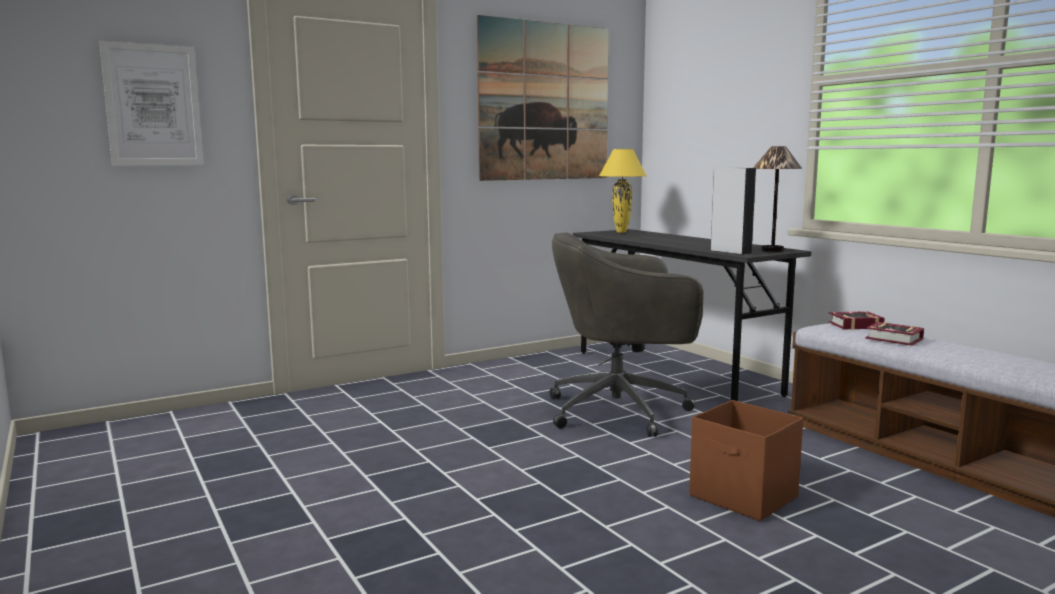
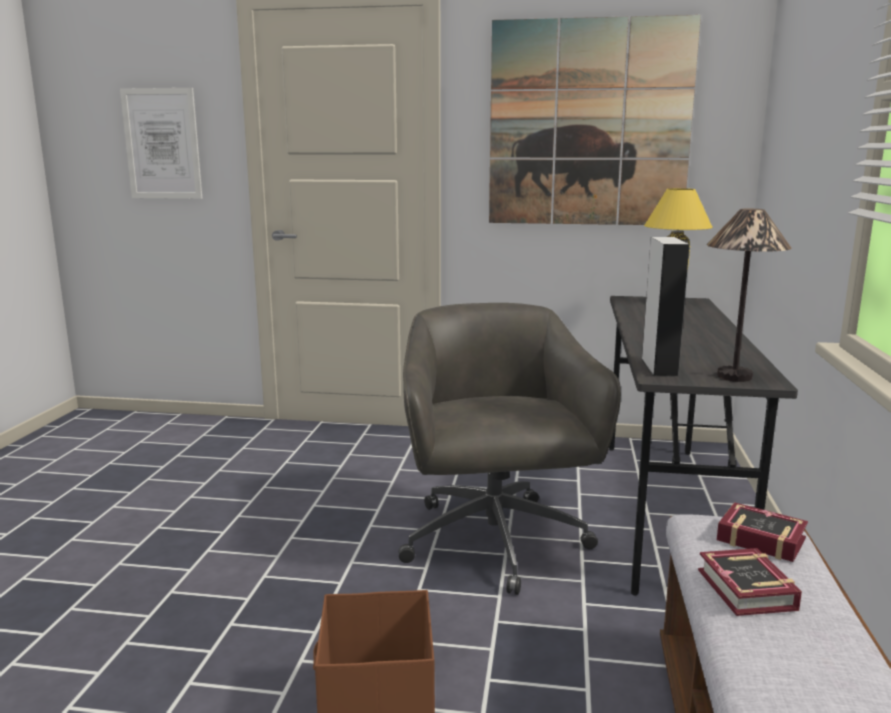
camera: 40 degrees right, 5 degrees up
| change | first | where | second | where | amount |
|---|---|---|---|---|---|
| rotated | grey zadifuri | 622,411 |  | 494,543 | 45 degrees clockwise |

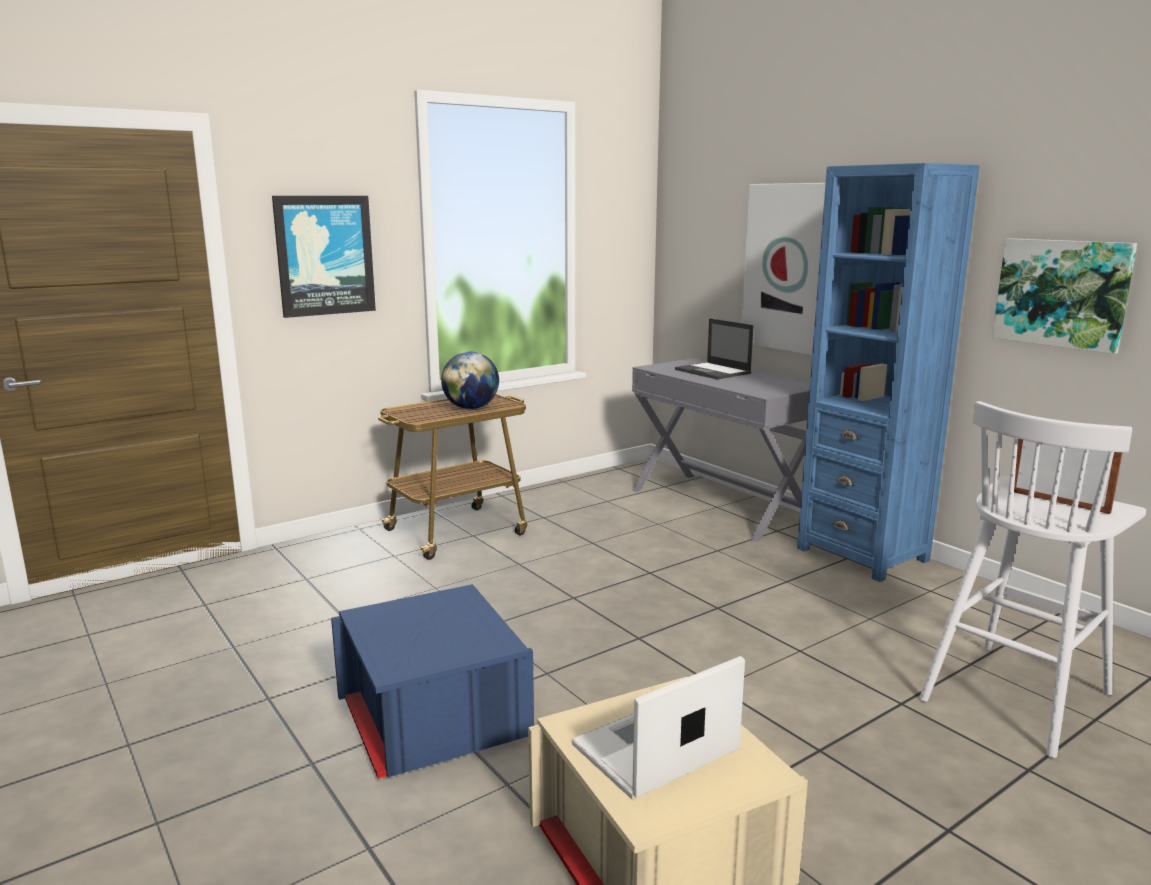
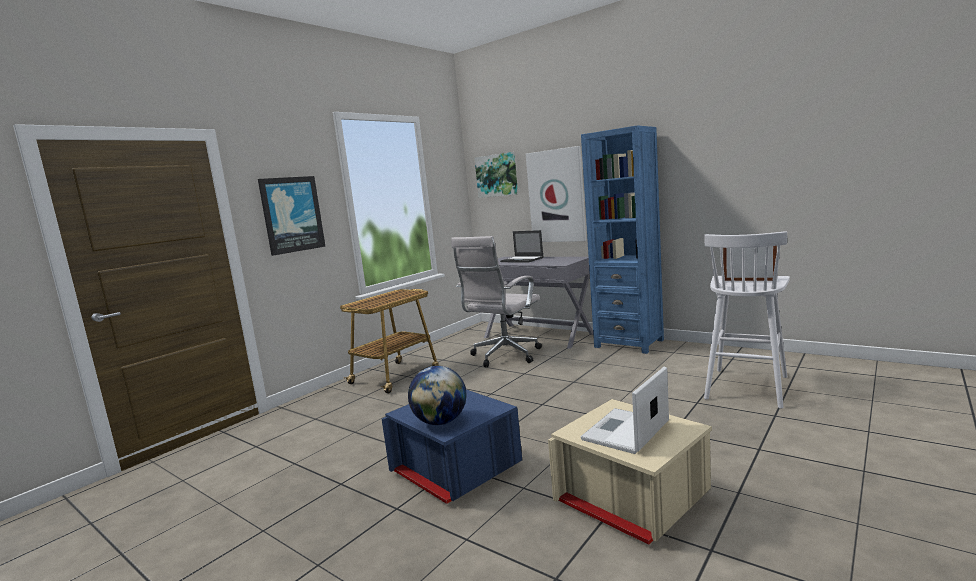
camera: 15 degrees left, 5 degrees down
| change | first | where | second | where | amount |
|---|---|---|---|---|---|
| shifted | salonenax | 471,408 |  | 440,422 |  |
| shifted | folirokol | 1062,293 |  | 497,175 |  |
| new |  |  | white zadifuri | 504,356 |  |

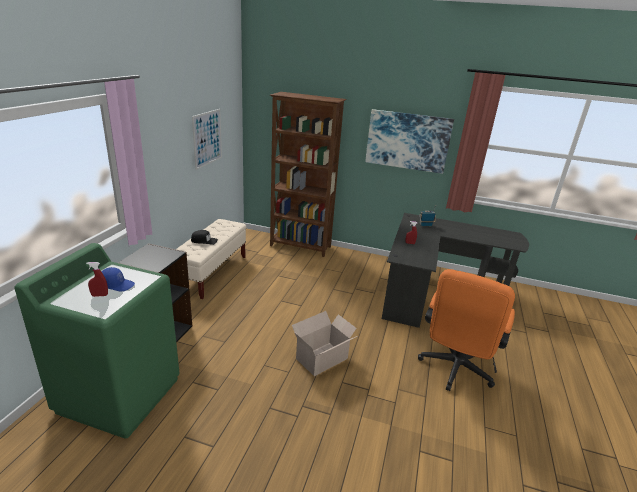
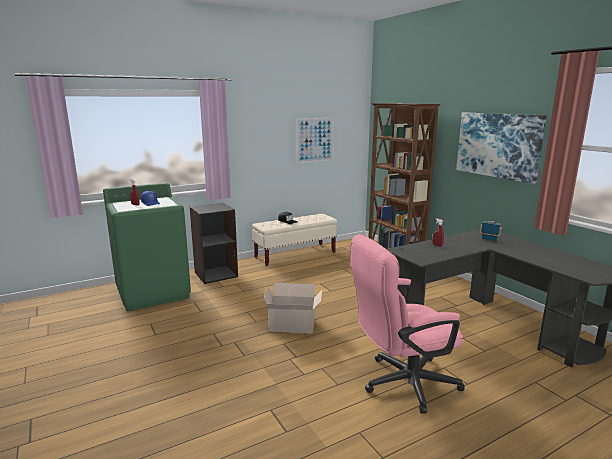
camera: 45 degrees right, 10 degrees down
| change | first | where | second | where | amount |
|---|---|---|---|---|---|
| repainted | orange zadifuri | 454,370 | pink zadifuri | 401,383 |  |

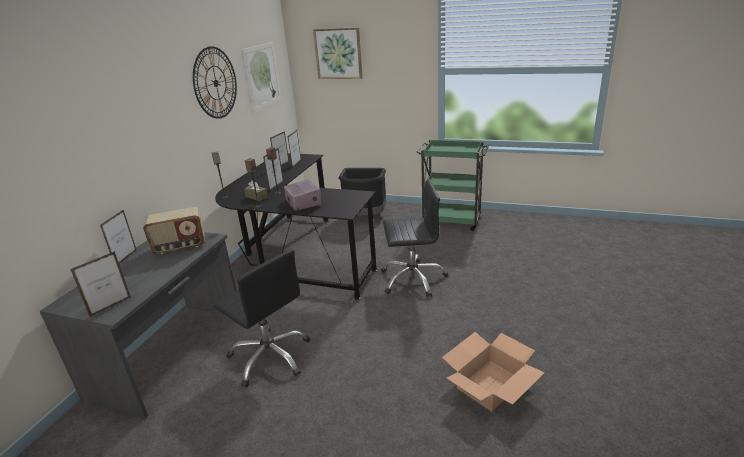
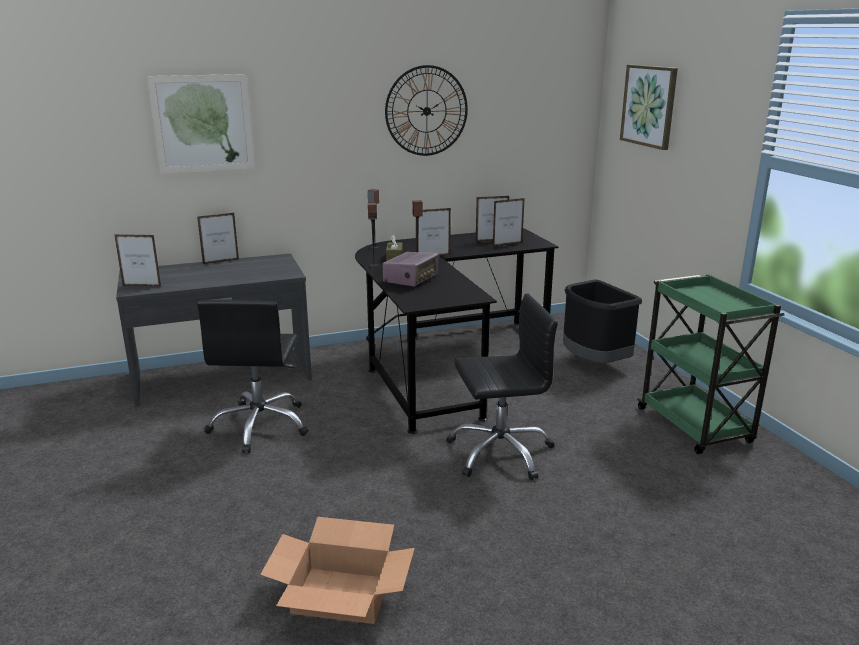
camera: 50 degrees right, 5 degrees down
| change | first | where | second | where | amount |
|---|---|---|---|---|---|
| gone | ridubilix | 180,247 |  |  |  |
| shifted | folirokol | 262,76 |  | 203,124 |  |
| rotated | black zadifuri | 412,279 |  | 500,452 | 60 degrees counterclockwise |

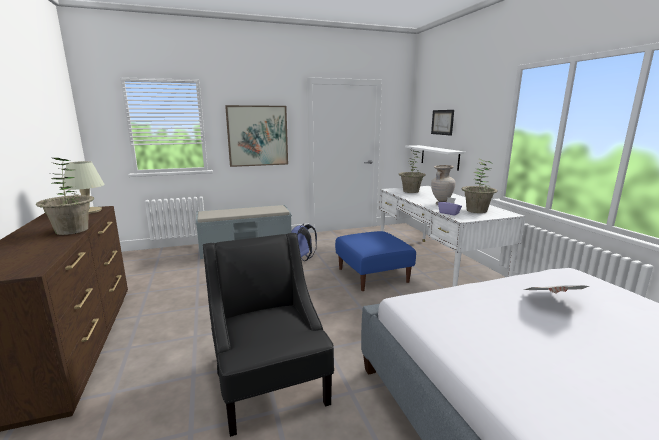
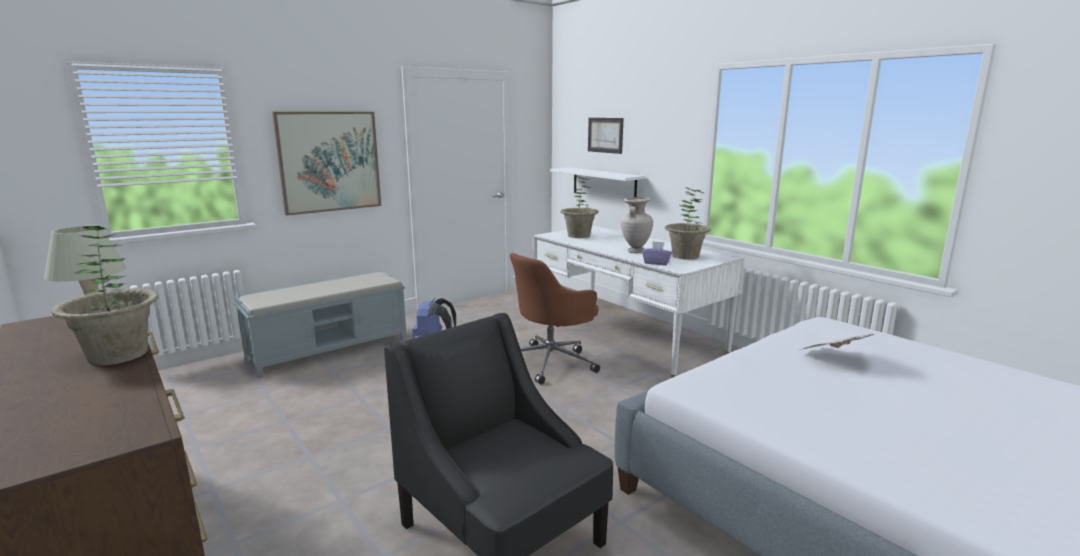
camera: 20 degrees left, 0 degrees up
| change | first | where | second | where | amount |
|---|---|---|---|---|---|
| swapped | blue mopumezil | 372,275 | brown zadifuri | 551,362 |  |

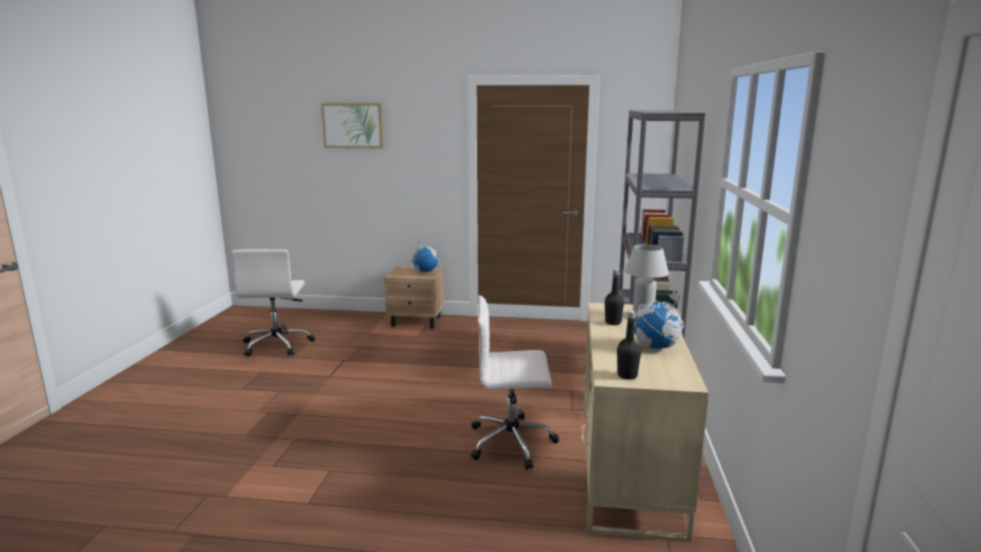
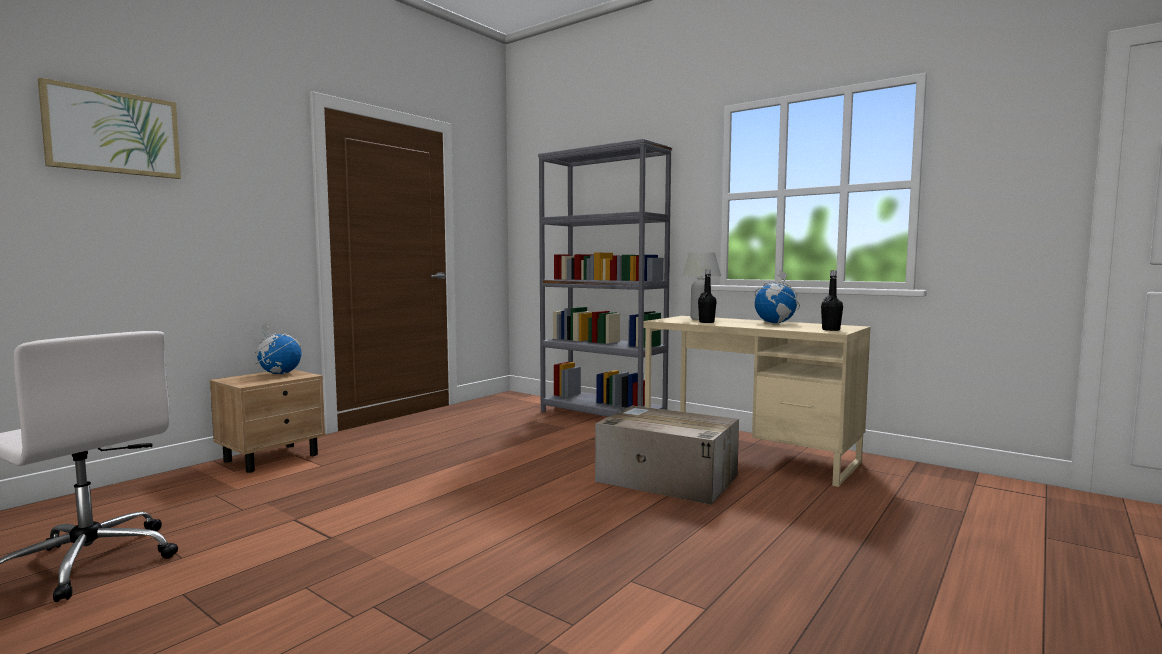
camera: 60 degrees left, 10 degrees down
| change | first | where | second | where | amount |
|---|---|---|---|---|---|
| swapped | white zadifuri | 512,442 | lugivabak | 665,478 |  |

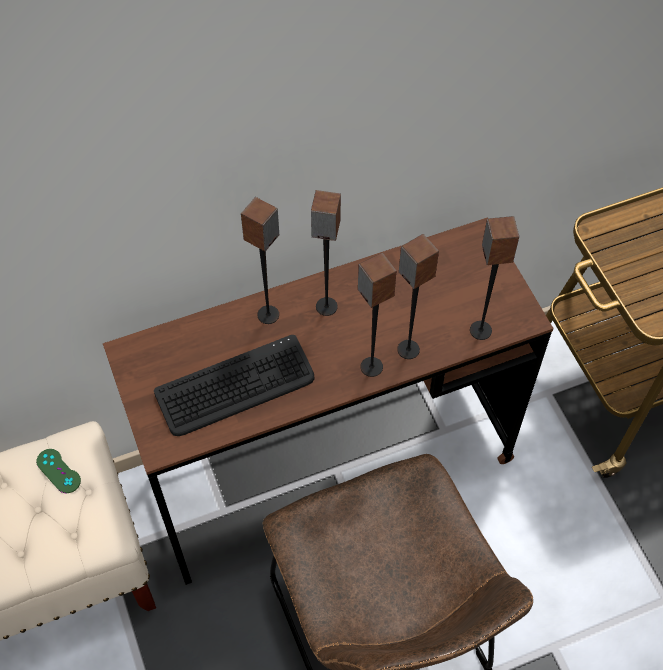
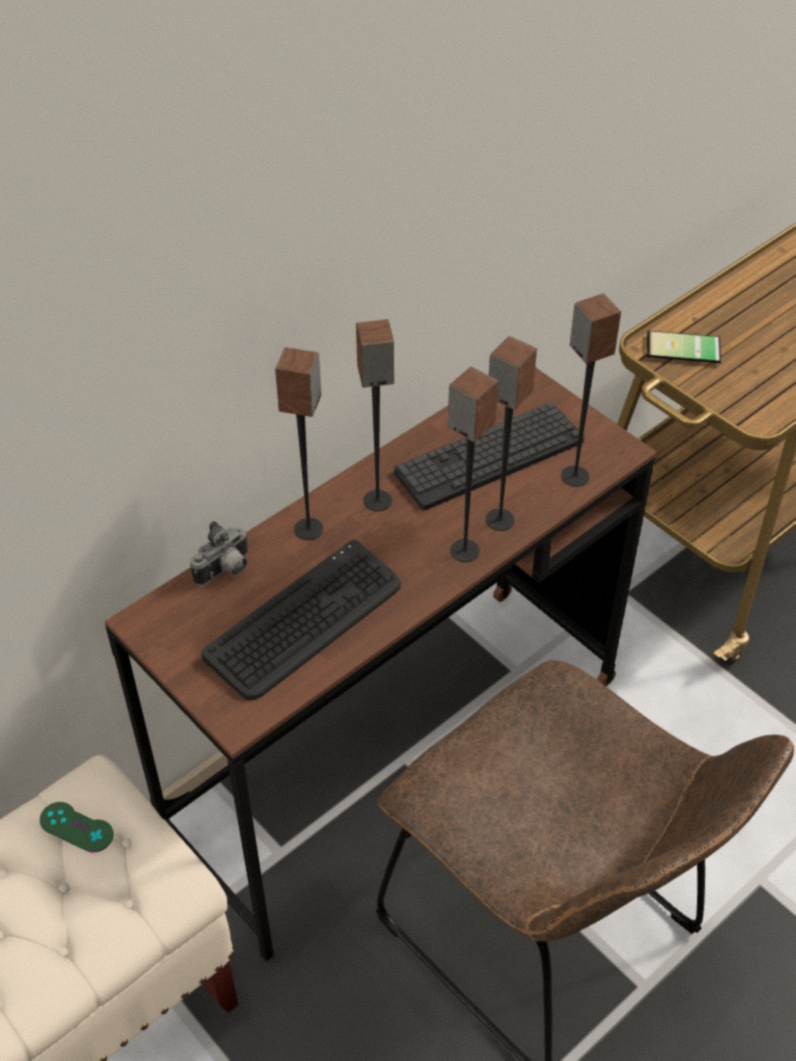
camera: 20 degrees left, 10 degrees down
| change | first | where | second | where | amount |
|---|---|---|---|---|---|
| new |  |  | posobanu | 225,571 |  |
| new |  |  | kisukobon | 489,457 |  |
| new |  |  | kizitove | 683,350 |  |

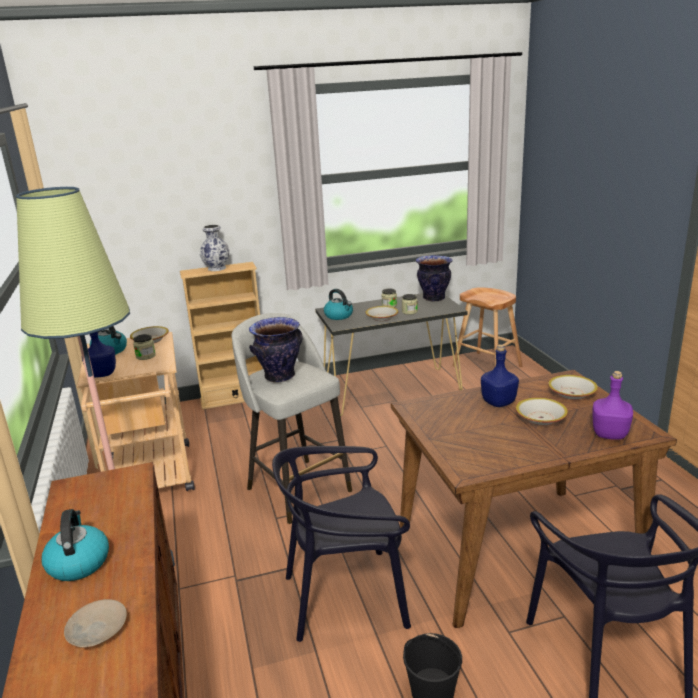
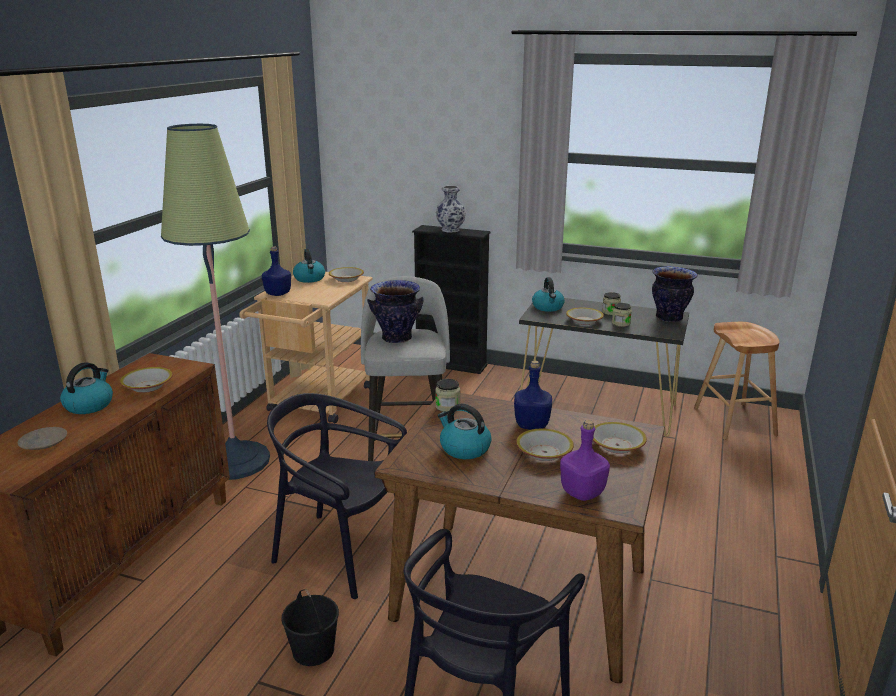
camera: 35 degrees right, 0 degrees up
| change | first | where | second | where | amount |
|---|---|---|---|---|---|
| shifted | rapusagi | 146,356 |  | 447,406 |  |
| repainted | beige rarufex | 235,398 | black rarufex | 451,364 |  |
| new |  |  | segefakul | 148,386 |  |
| new |  |  | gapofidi | 464,448 |  |

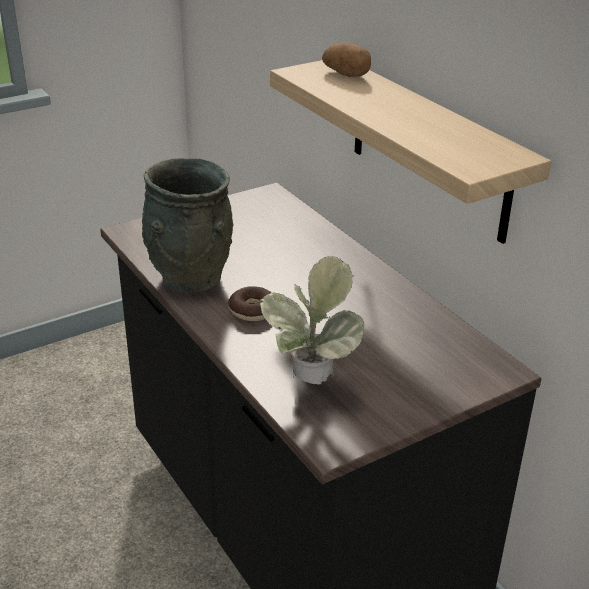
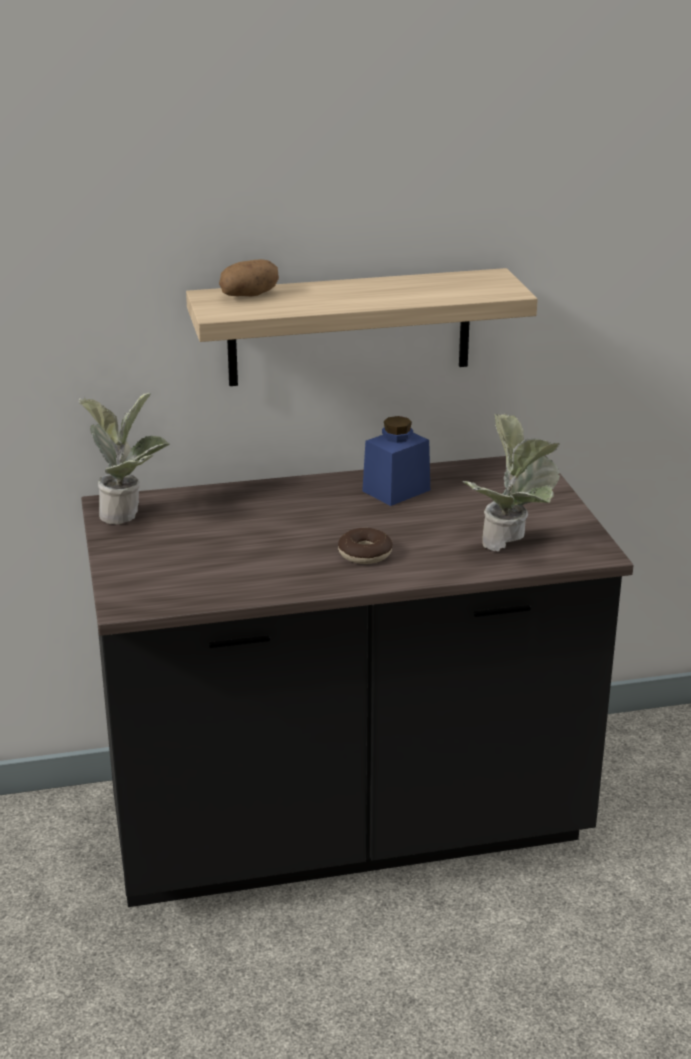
camera: 70 degrees left, 5 degrees down
| change | first | where | second | where | amount |
|---|---|---|---|---|---|
| gone | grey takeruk | 189,278 |  |  |  |
| new |  |  | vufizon | 128,513 |  |
| new |  |  | blue rapusagi | 396,490 |  |

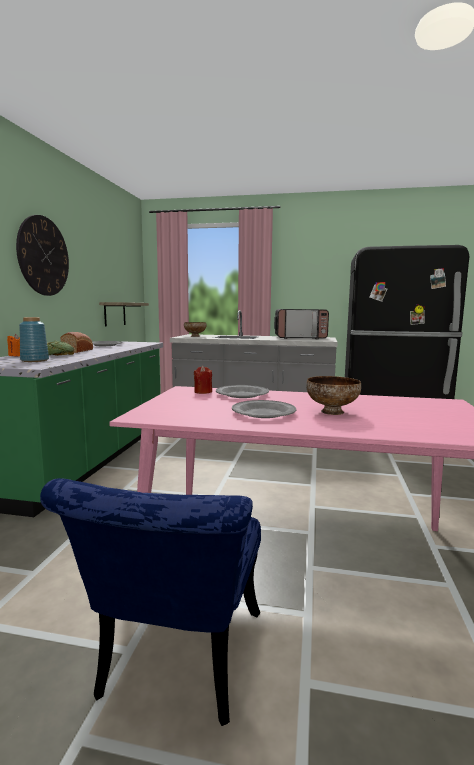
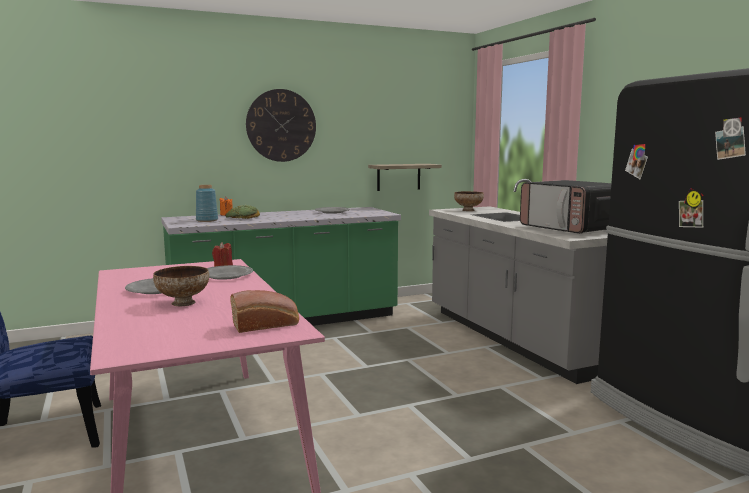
camera: 55 degrees right, 0 degrees up
| change | first | where | second | where | amount |
|---|---|---|---|---|---|
| shifted | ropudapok | 79,350 |  | 266,325 |  |

